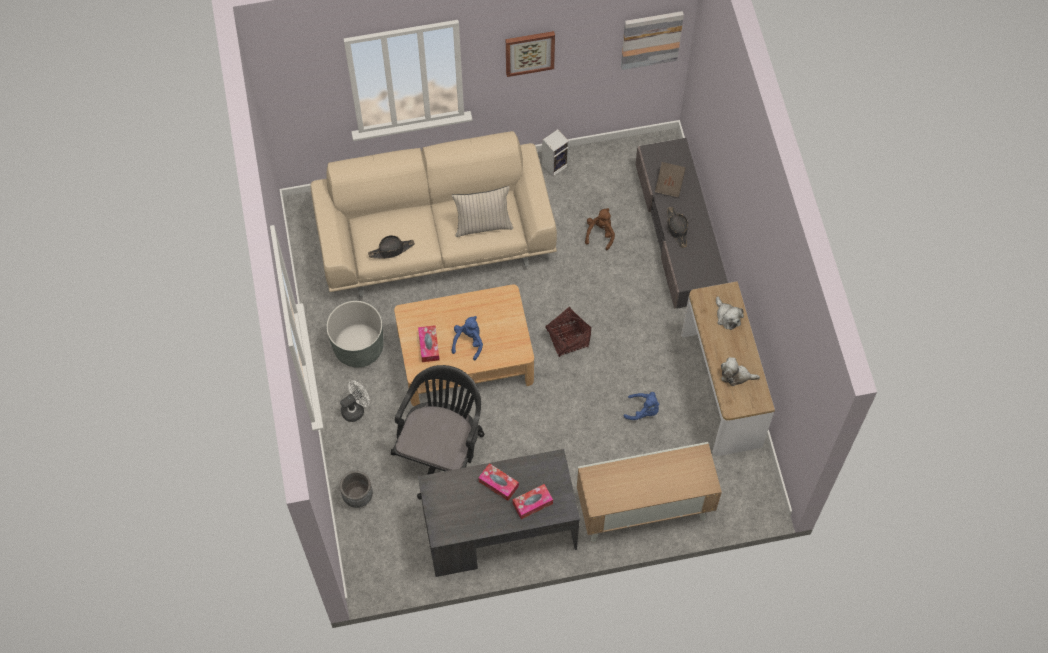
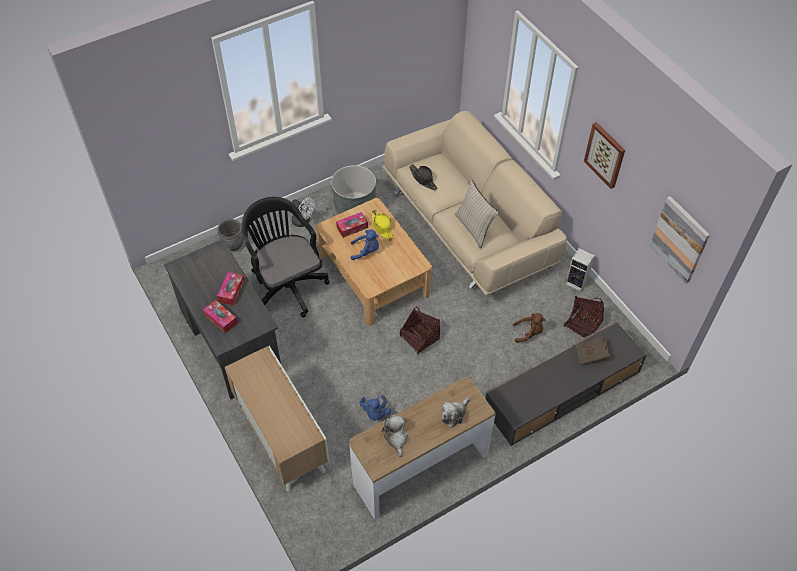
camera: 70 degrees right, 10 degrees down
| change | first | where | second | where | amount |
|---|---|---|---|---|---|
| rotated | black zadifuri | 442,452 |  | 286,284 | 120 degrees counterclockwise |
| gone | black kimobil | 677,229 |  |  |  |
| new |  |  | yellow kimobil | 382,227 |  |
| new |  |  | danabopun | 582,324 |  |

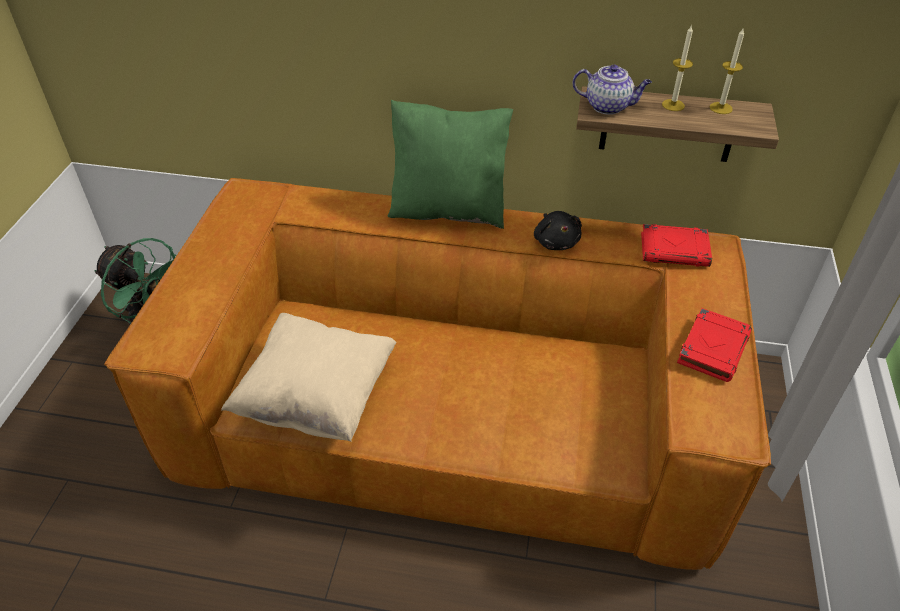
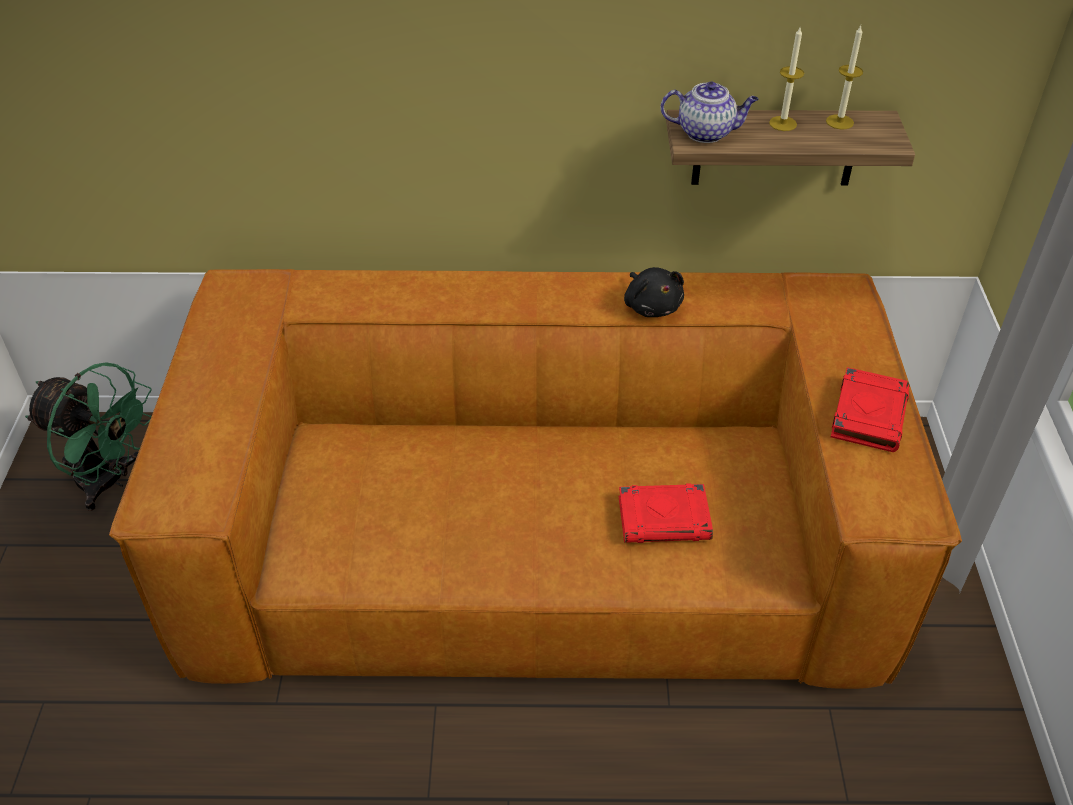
camera: 10 degrees left, 0 degrees up
| change | first | where | second | where | amount |
|---|---|---|---|---|---|
| gone | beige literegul | 317,398 |  |  |  |
| gone | green literegul | 448,210 |  |  |  |
| shifted | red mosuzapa | 675,250 |  | 665,518 |  |

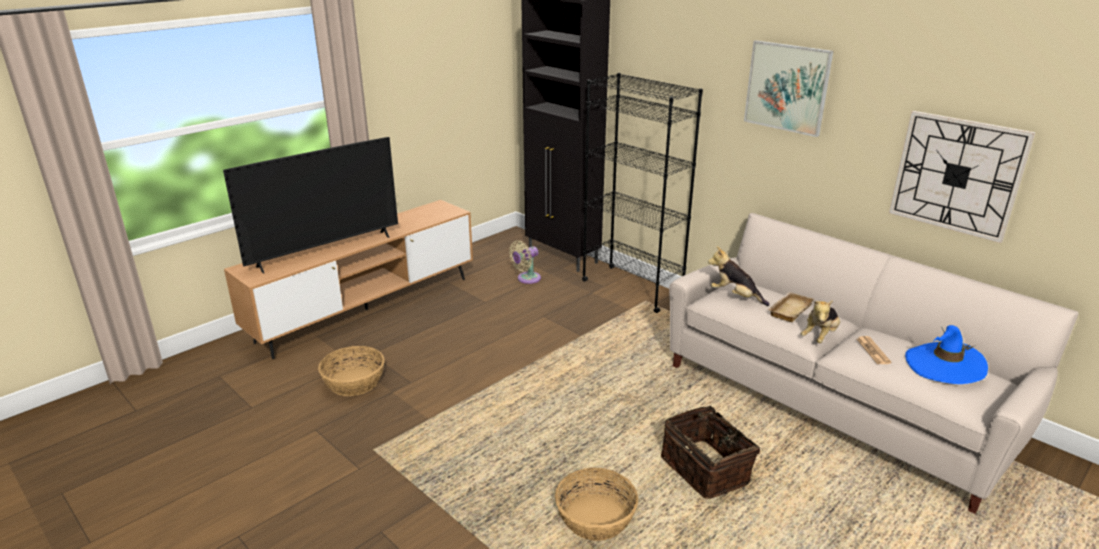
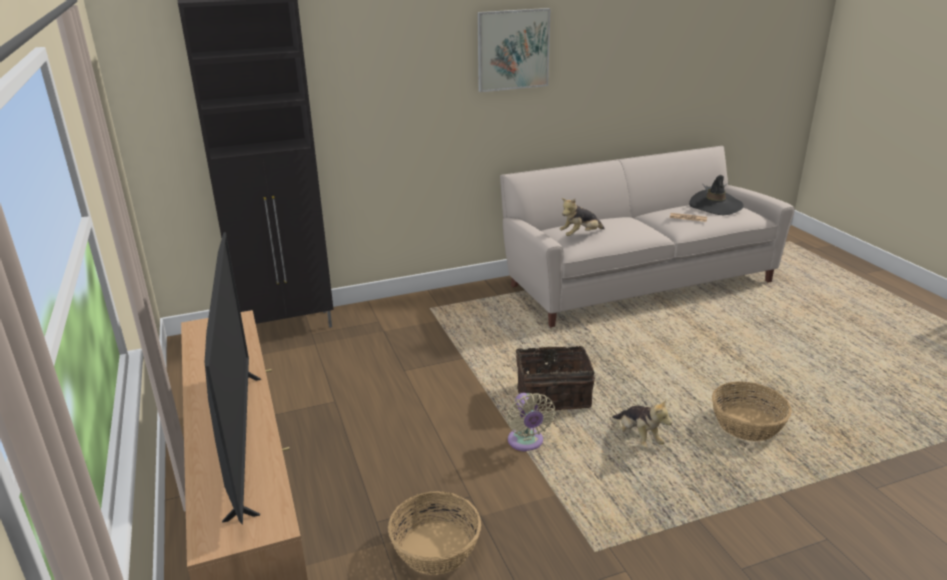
camera: 65 degrees left, 0 degrees up
| change | first | where | second | where | amount |
|---|---|---|---|---|---|
| shifted | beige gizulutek | 526,279 |  | 526,442 |  |
| gone | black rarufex | 632,288 |  |  |  |
| shifted | danabopun | 707,469 |  | 552,395 |  |
| gone | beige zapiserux | 789,309 |  |  |  |
| shifted | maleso | 820,336 |  | 638,437 |  |
| gone | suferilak | 957,175 |  |  |  |
| repainted | blue kimobil | 944,366 | black kimobil | 715,206 |  |

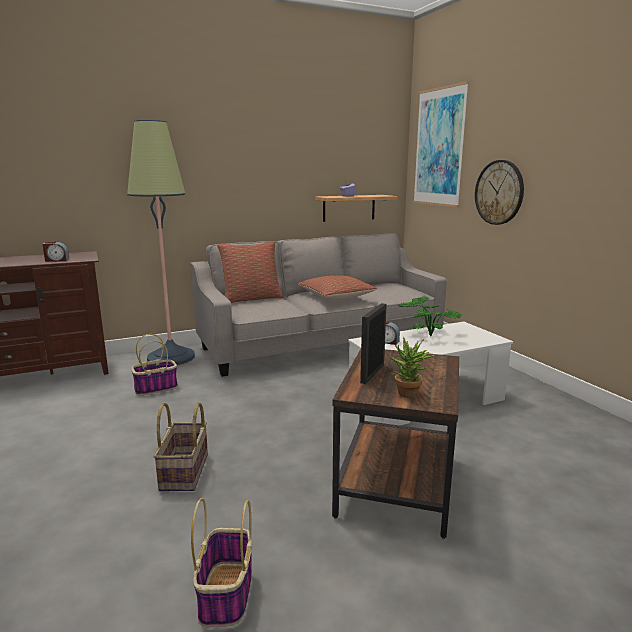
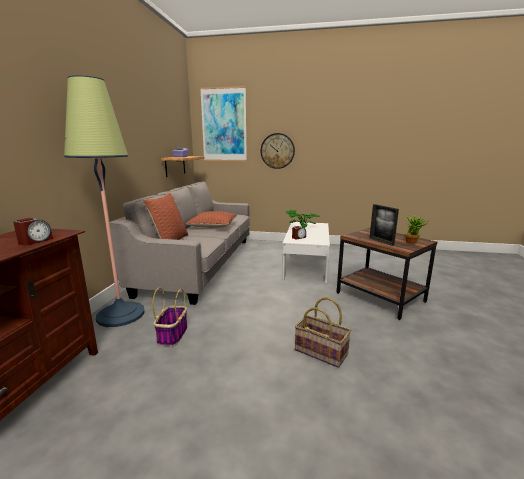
camera: 55 degrees left, 0 degrees up
| change | first | where | second | where | amount |
|---|---|---|---|---|---|
| gone | danabopun | 226,595 |  |  |  |

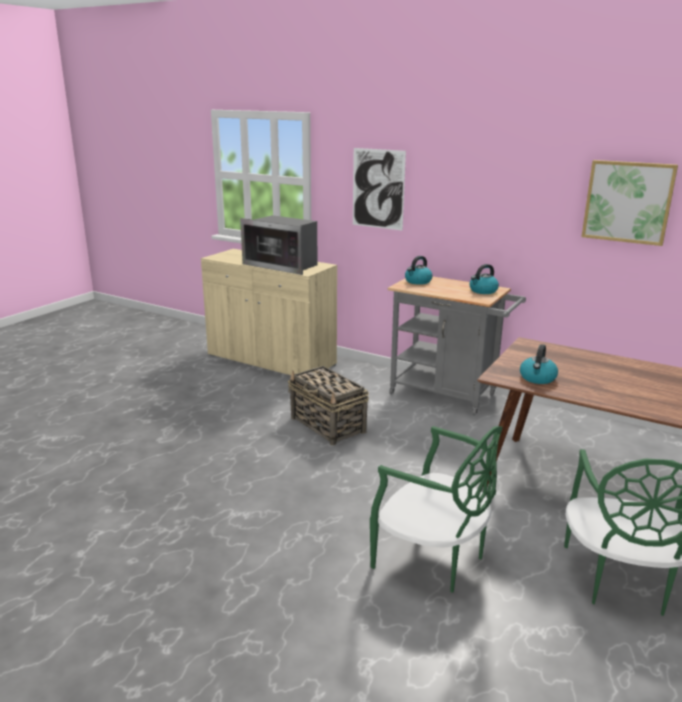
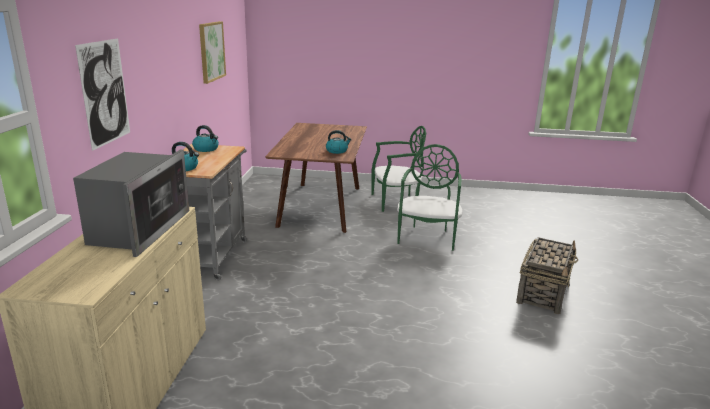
camera: 115 degrees left, 0 degrees up
| change | first | where | second | where | amount |
|---|---|---|---|---|---|
| shifted | danabopun | 328,425 |  | 543,292 |  |

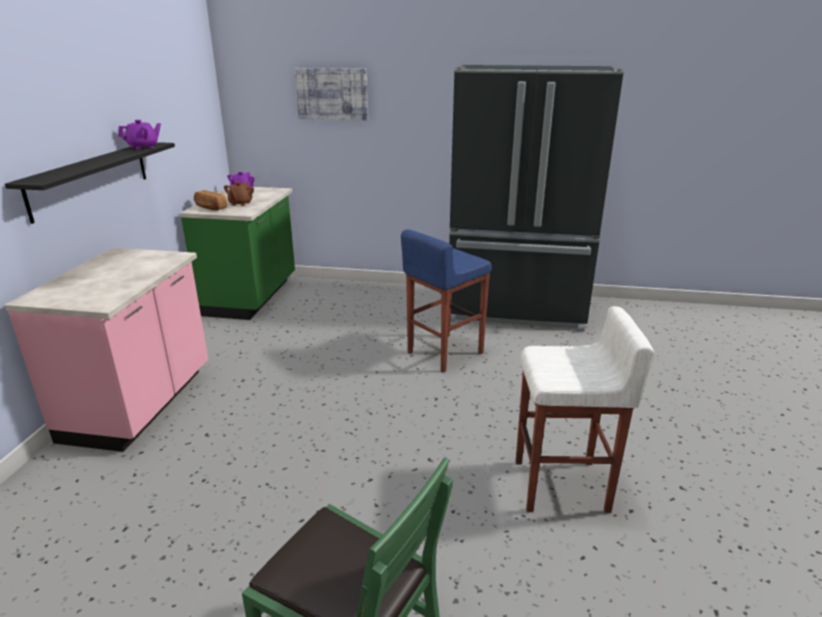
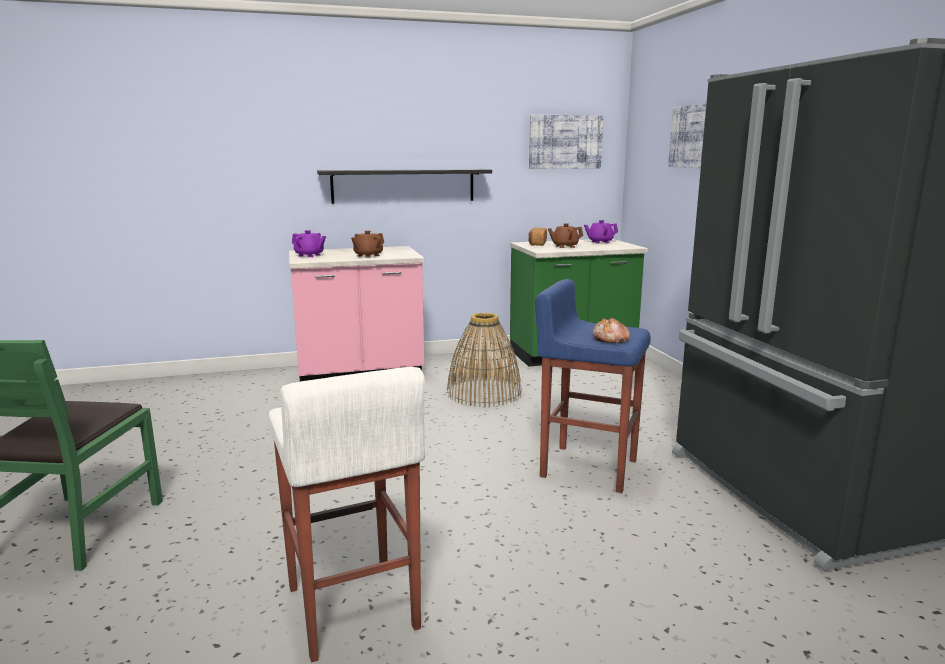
camera: 65 degrees right, 10 degrees down
| change | first | where | second | where | amount |
|---|---|---|---|---|---|
| shifted | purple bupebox | 143,147 |  | 309,255 |  |
| new |  |  | brown bupebox | 368,256 |  |
| new |  |  | danabopun | 484,393 |  |
| new |  |  | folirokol | 565,142 |  |
| new |  |  | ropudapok | 610,339 |  |

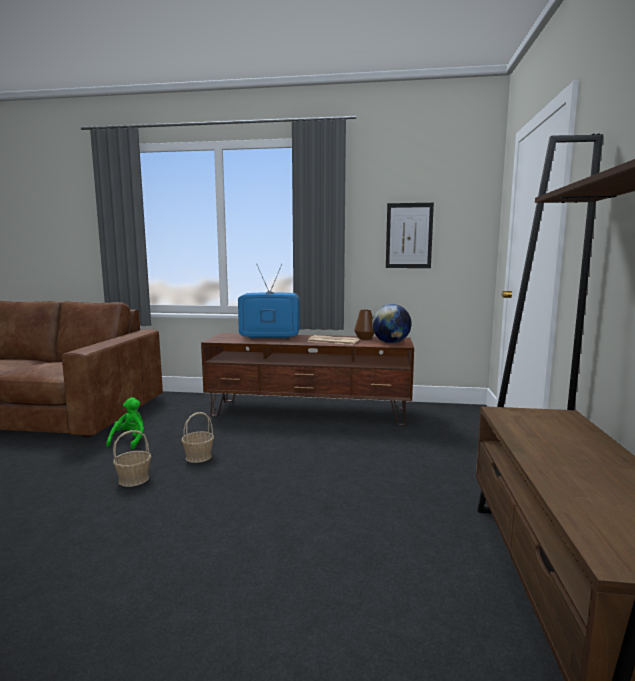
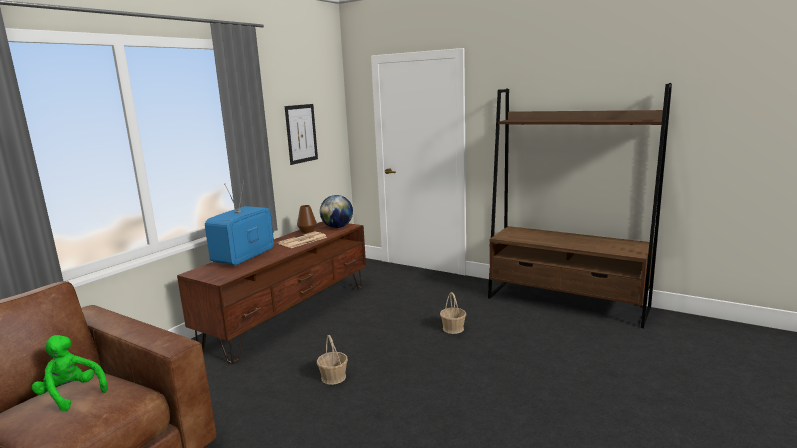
camera: 65 degrees left, 5 degrees up
| change | first | where | second | where | amount |
|---|---|---|---|---|---|
| shifted | green maleso | 130,441 |  | 71,395 |  |
| shifted | danabopun | 134,479 |  | 453,328 |  |

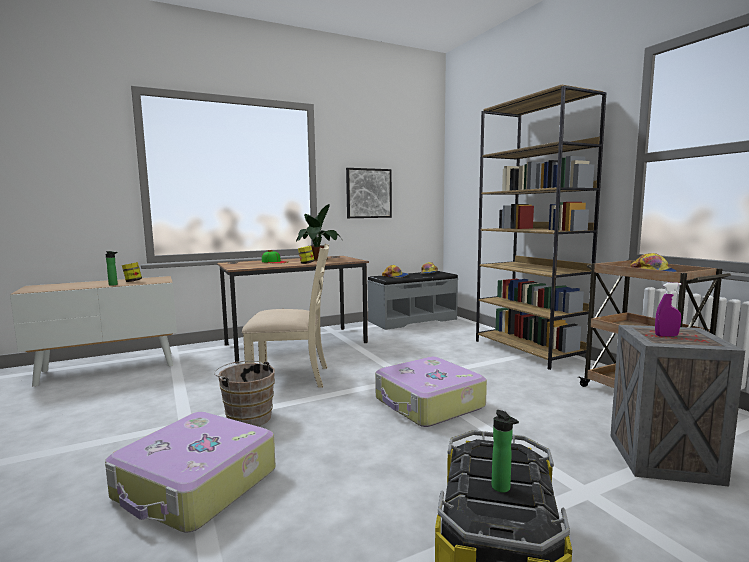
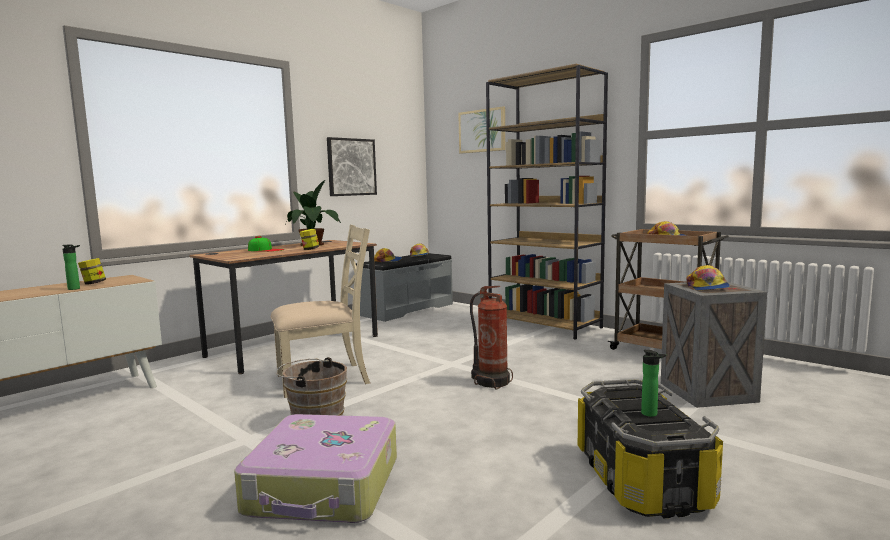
camera: 20 degrees left, 0 degrees up
| change | first | where | second | where | amount |
|---|---|---|---|---|---|
| swapped | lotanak | 428,404 | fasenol | 491,382 |  |
| swapped | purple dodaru | 666,336 | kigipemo | 707,287 |  |
| new |  |  | folirokol | 482,131 |  |

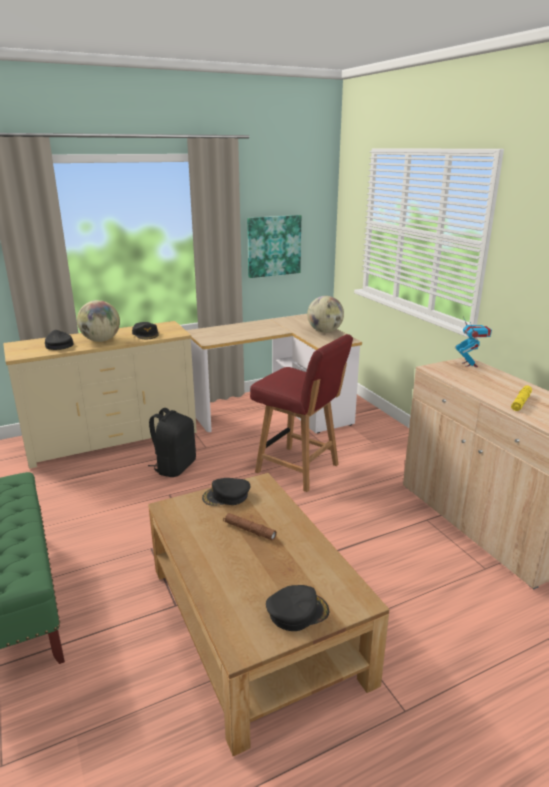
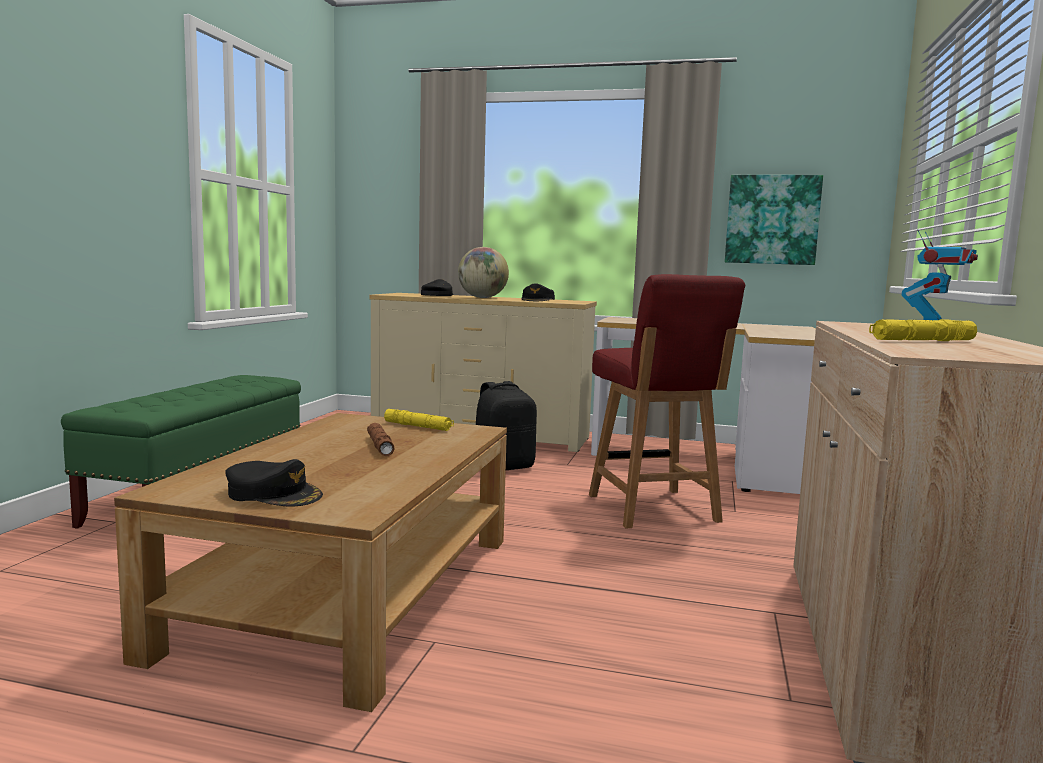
camera: 40 degrees right, 15 degrees down
| change | first | where | second | where | amount |
|---|---|---|---|---|---|
| swapped | black kigipemo | 226,496 | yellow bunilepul | 418,426 |  |
| gone | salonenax | 325,331 |  |  |  |

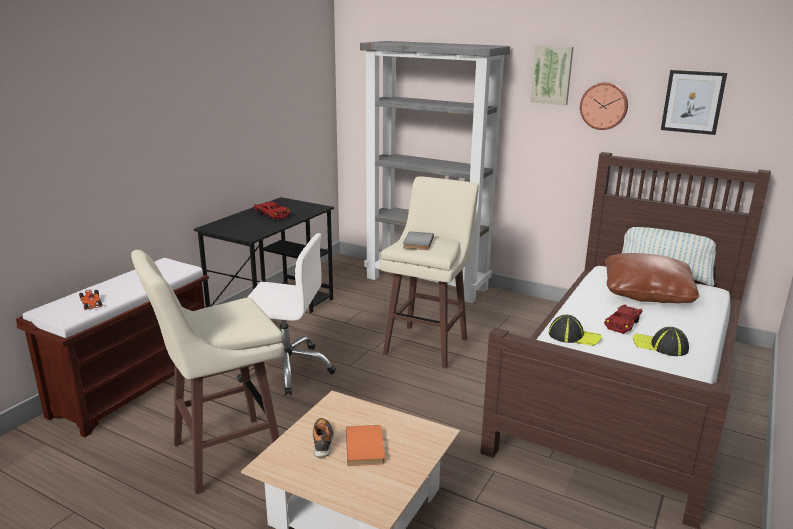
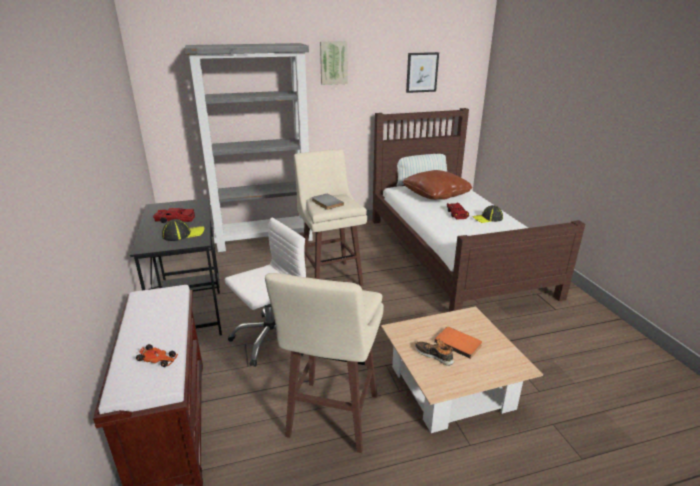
camera: 45 degrees left, 5 degrees up
| change | first | where | second | where | amount |
|---|---|---|---|---|---|
| shifted | kigipemo | 574,336 |  | 183,234 |  |
| gone | suferilak | 604,106 |  |  |  |

